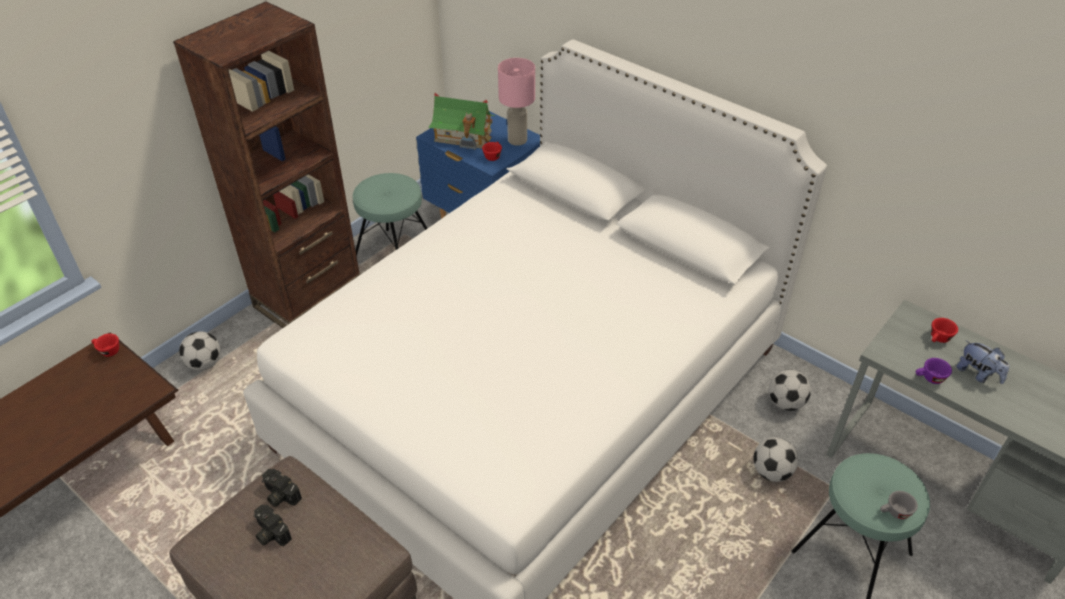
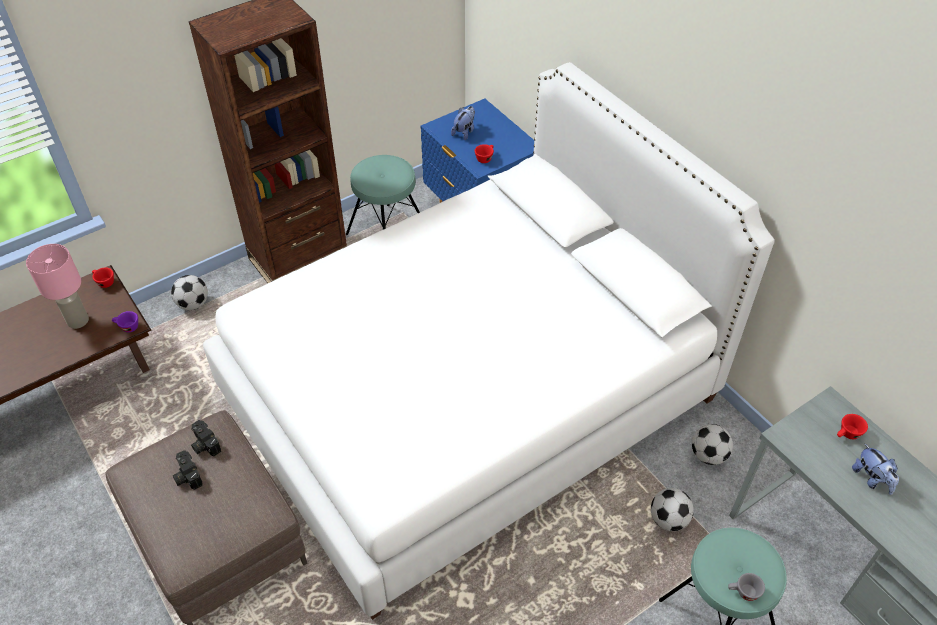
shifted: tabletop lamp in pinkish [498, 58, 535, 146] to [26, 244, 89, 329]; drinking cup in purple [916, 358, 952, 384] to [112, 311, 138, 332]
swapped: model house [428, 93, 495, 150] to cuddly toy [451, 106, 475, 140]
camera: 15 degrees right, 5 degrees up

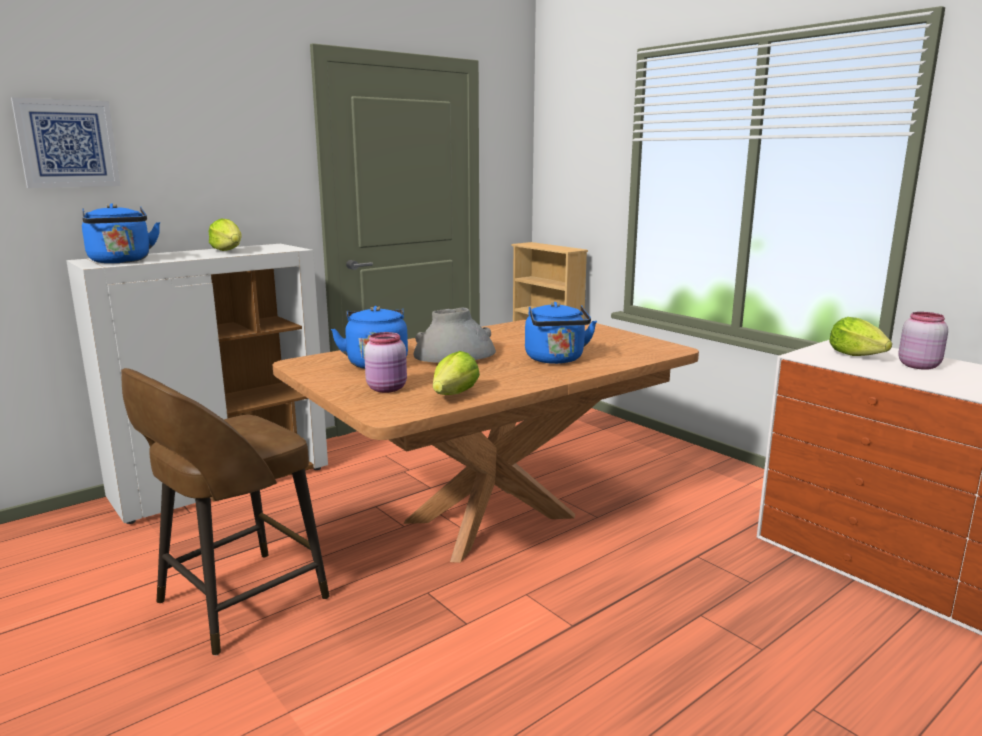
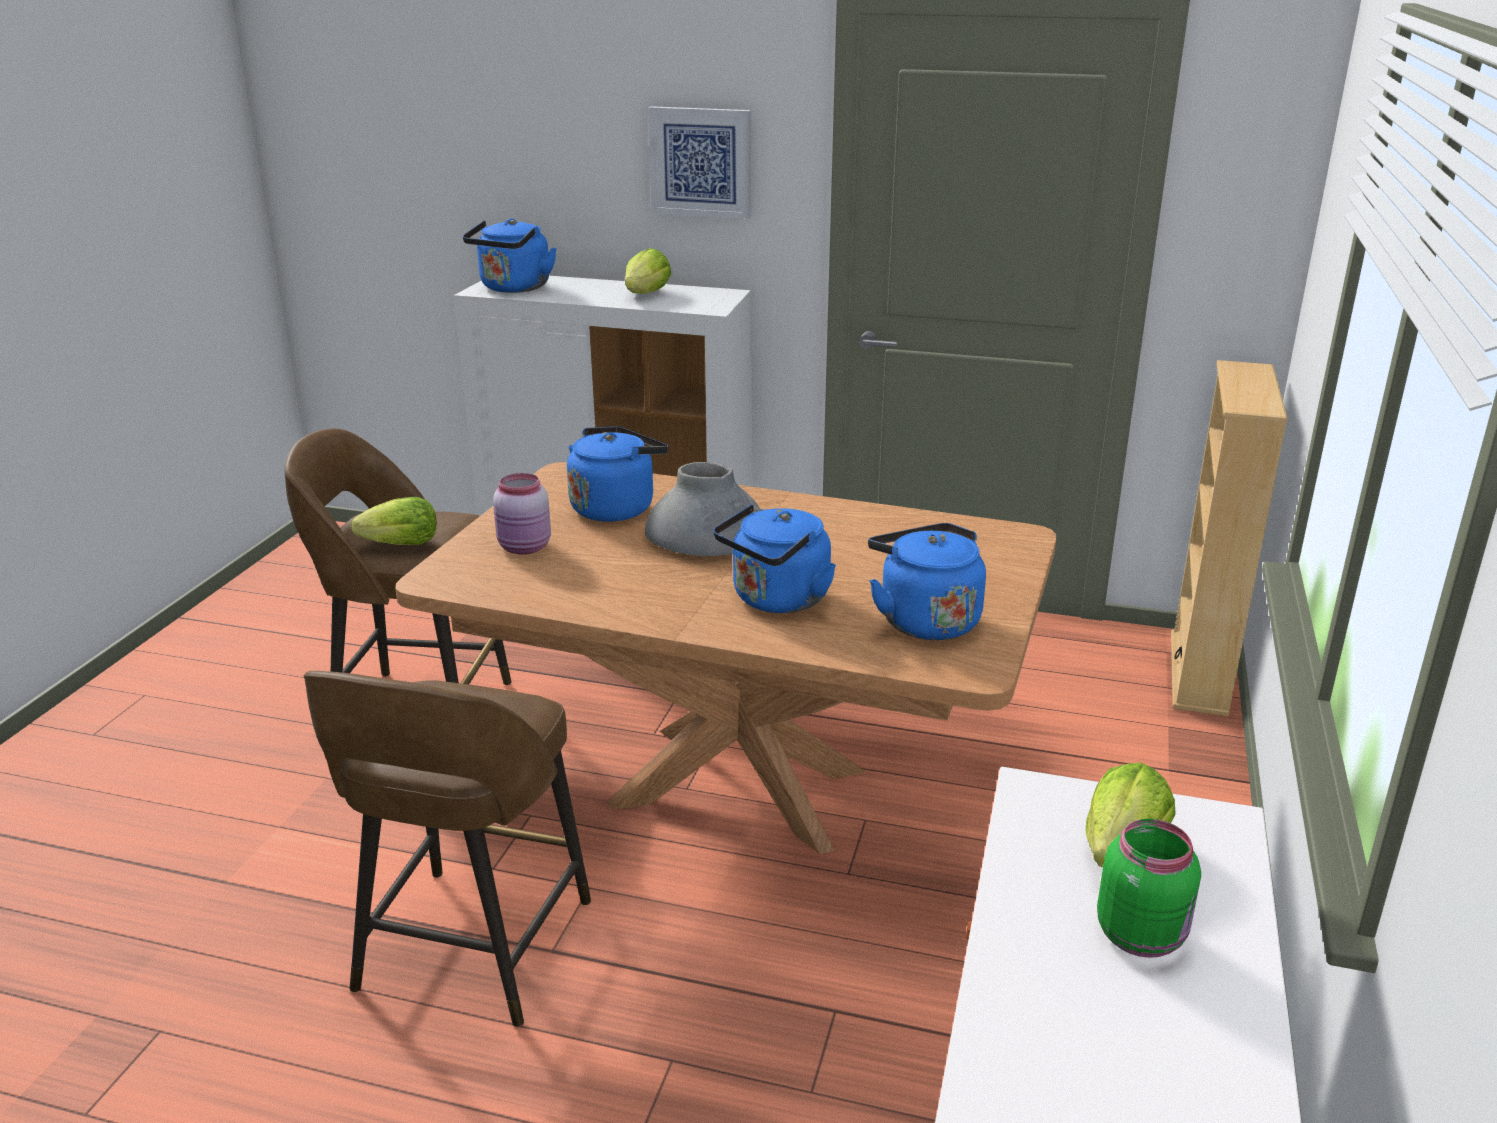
new: sitting stool in brown-coloured [304, 671, 591, 1027]; kettle in bluish [868, 523, 986, 640]
shifted: wall art [11, 97, 121, 188] to [648, 106, 751, 219]; lettuce head [433, 351, 480, 395] to [350, 497, 437, 545]
repainted: preserve jar in pinkish [898, 312, 948, 370] to preserve jar in greenish [1097, 819, 1201, 958]
camera: 55 degrees right, 10 degrees up

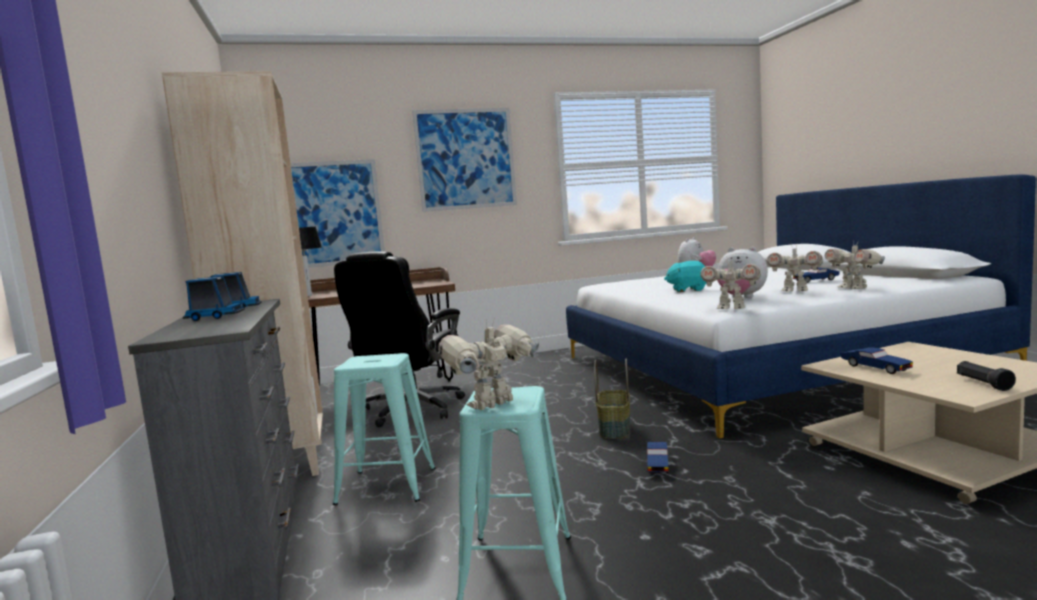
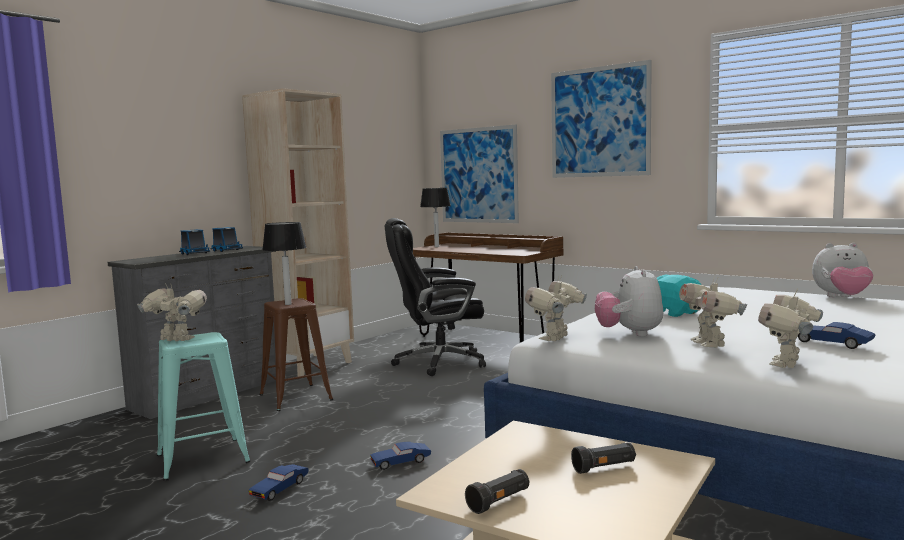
gone: household basket [594, 359, 630, 439]
new: tabletop lamp [262, 222, 307, 305]; hand torch in blackish [571, 442, 636, 474]
shifted: toy car in bluish [840, 347, 913, 374] to [249, 464, 309, 501]
repainted: sitting stool in blue-green [333, 353, 435, 505] to sitting stool in brown-coloured [259, 298, 333, 411]
rotated: model robot [701, 256, 761, 309] = [525, 275, 587, 341] 45 degrees clockwise
camera: 55 degrees right, 0 degrees up

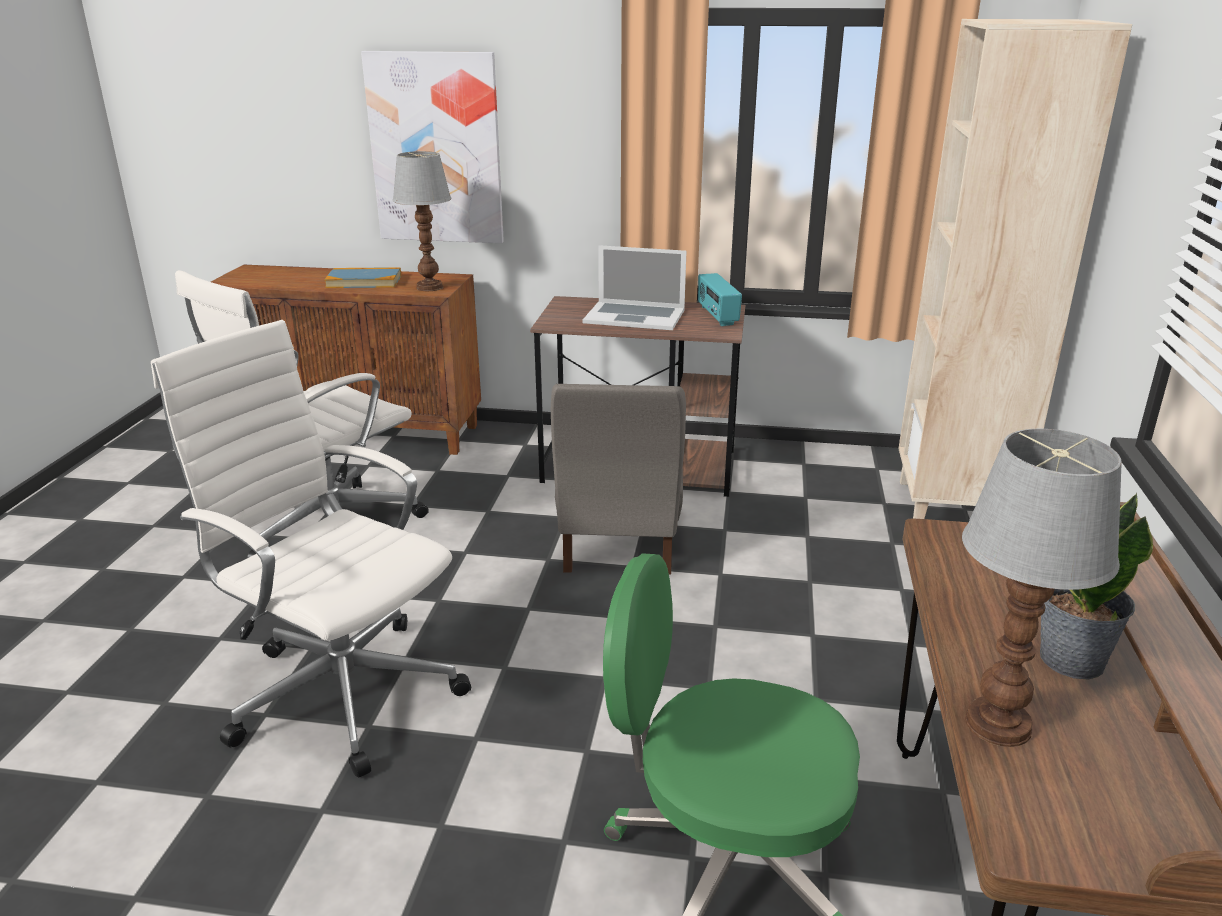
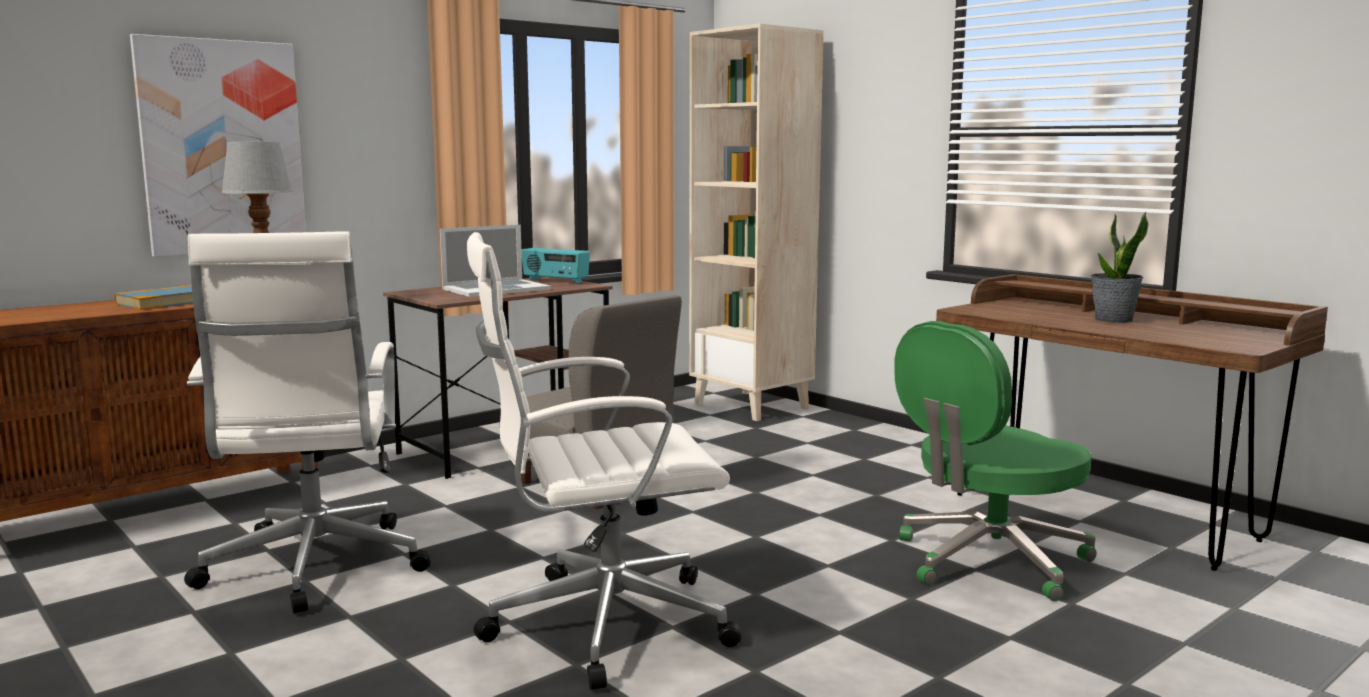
gone: tabletop lamp [962, 428, 1122, 747]
camera: 50 degrees left, 15 degrees down

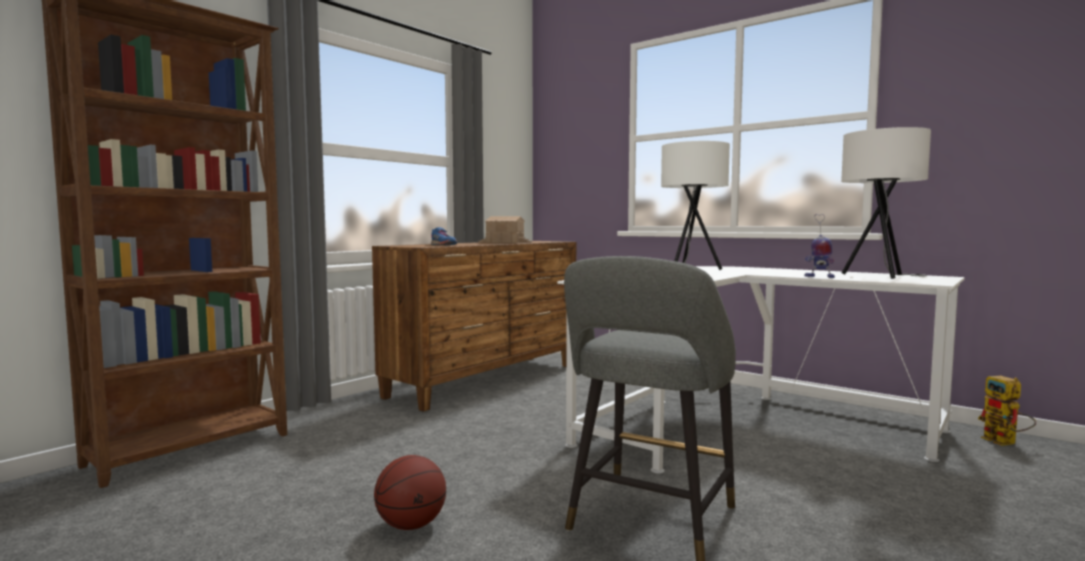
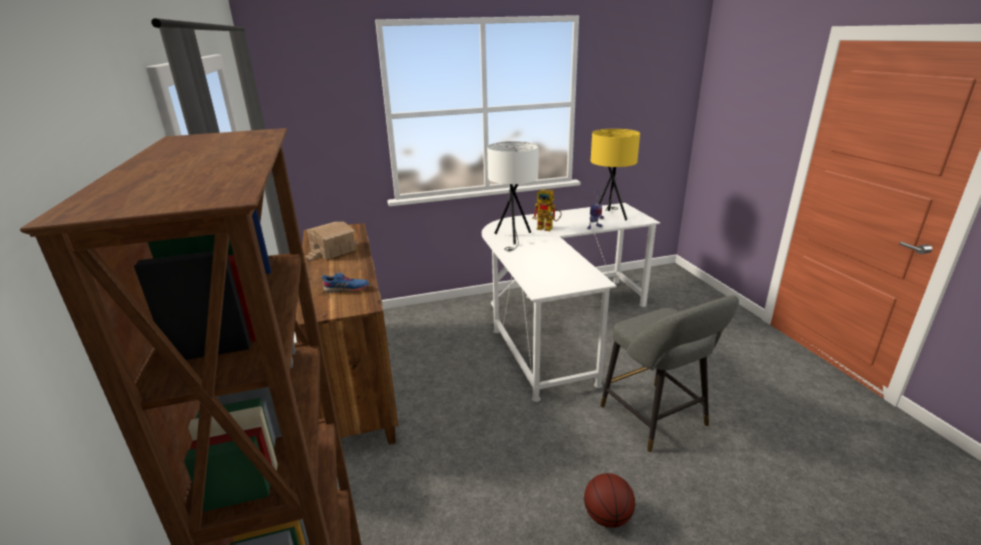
shifted: model robot [978, 376, 1036, 446] to [532, 189, 562, 231]
repainted: tabletop lamp in whitish [841, 127, 931, 279] to tabletop lamp in yellow-coloured [591, 129, 640, 220]
camera: 55 degrees left, 20 degrees up

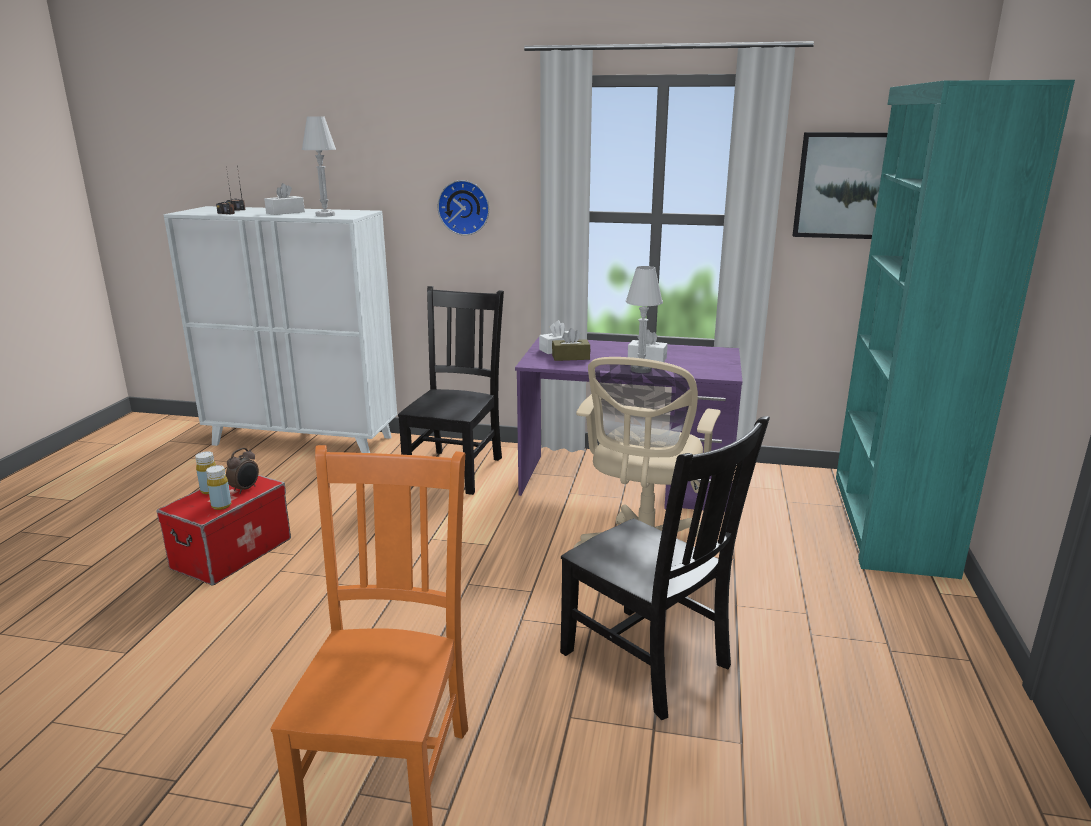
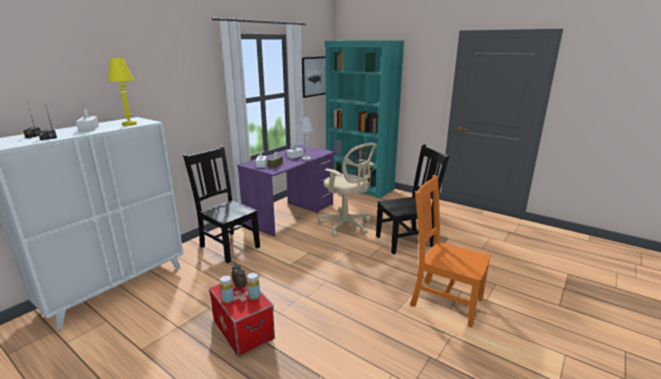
gone: clock on the wall [438, 180, 489, 235]
repainted: tabletop lamp in whitish [302, 116, 336, 217] to tabletop lamp in yellow-coloured [108, 58, 137, 126]
camera: 65 degrees left, 0 degrees up

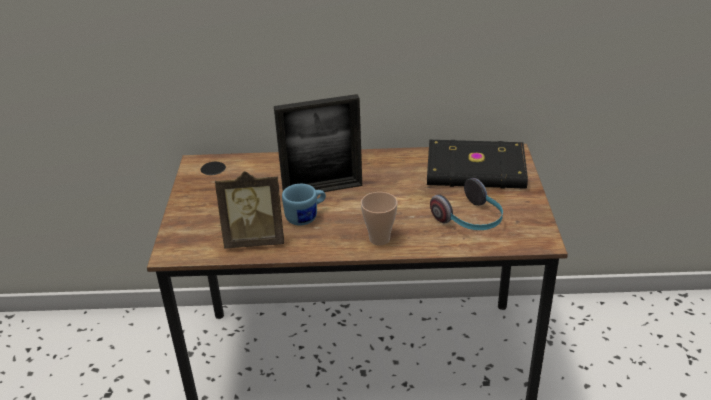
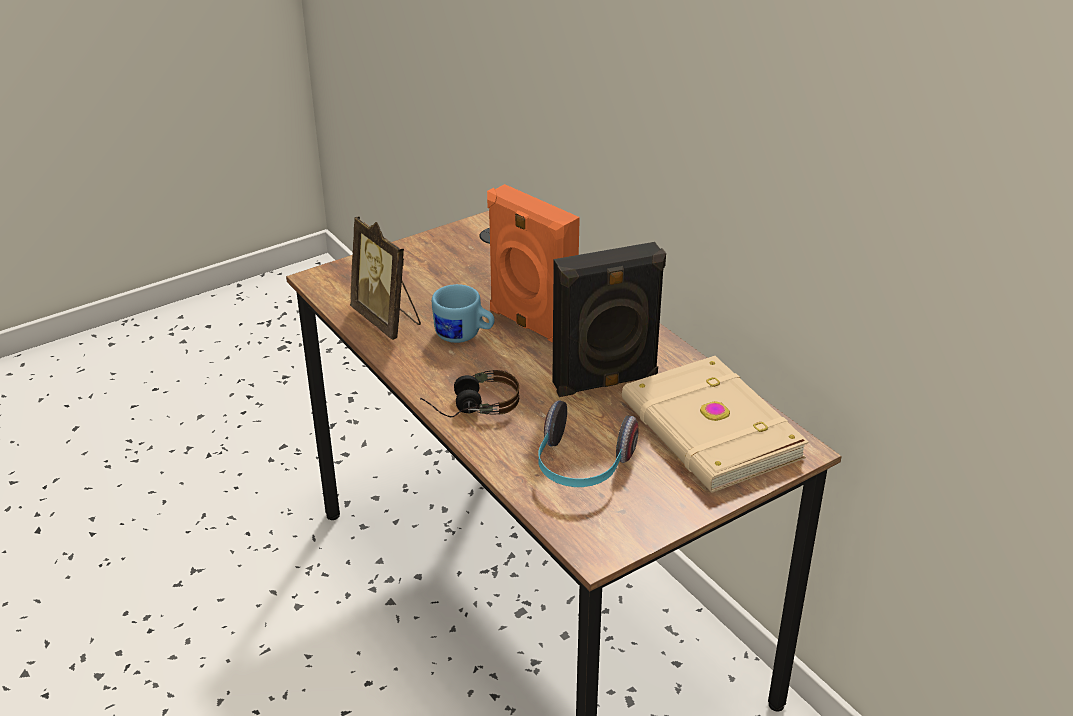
new: audio speaker in blackish [552, 242, 666, 397]
swapped: standing frame [274, 94, 362, 192] to audio speaker in orangey [487, 184, 580, 343]; drinking cup [361, 192, 397, 246] to headset [420, 370, 519, 417]
repainted: bound book in blackish [427, 140, 528, 189] to bound book in sand-coloured [622, 356, 809, 493]
camera: 55 degrees right, 0 degrees up

